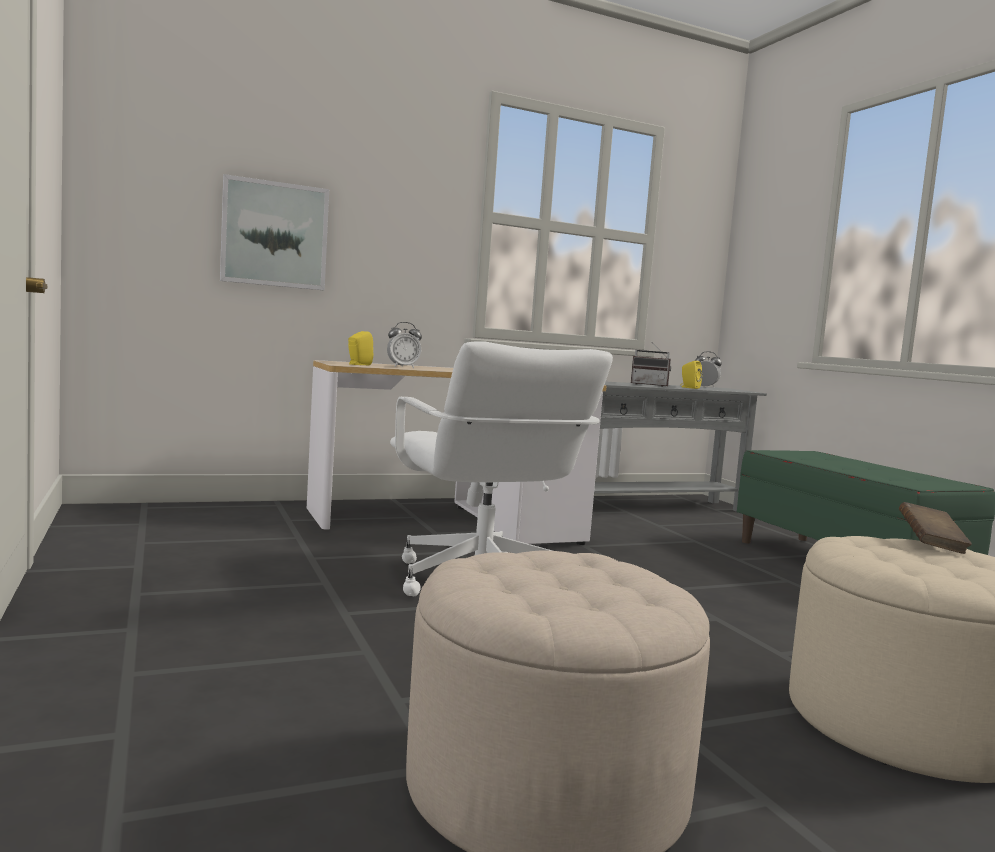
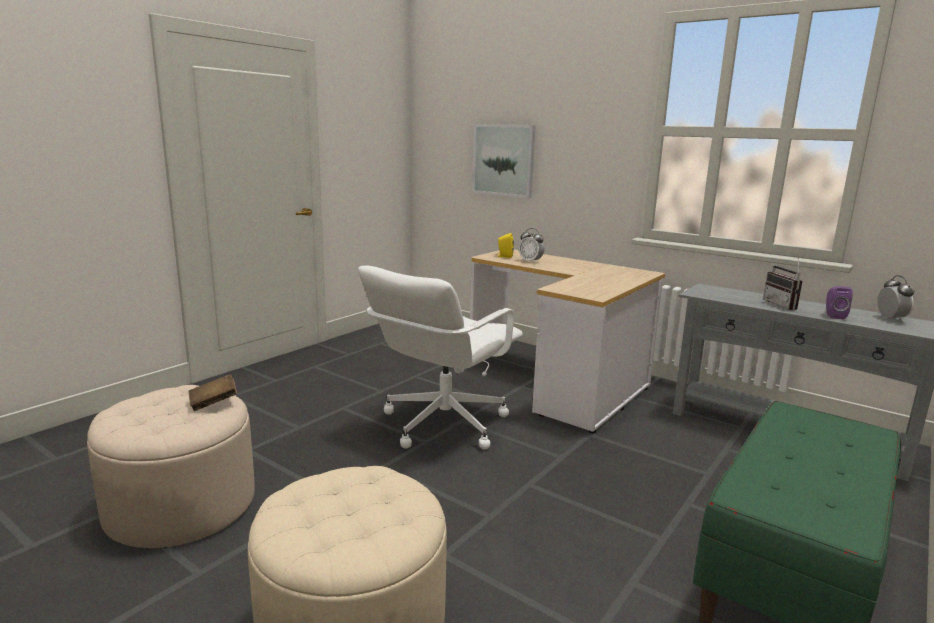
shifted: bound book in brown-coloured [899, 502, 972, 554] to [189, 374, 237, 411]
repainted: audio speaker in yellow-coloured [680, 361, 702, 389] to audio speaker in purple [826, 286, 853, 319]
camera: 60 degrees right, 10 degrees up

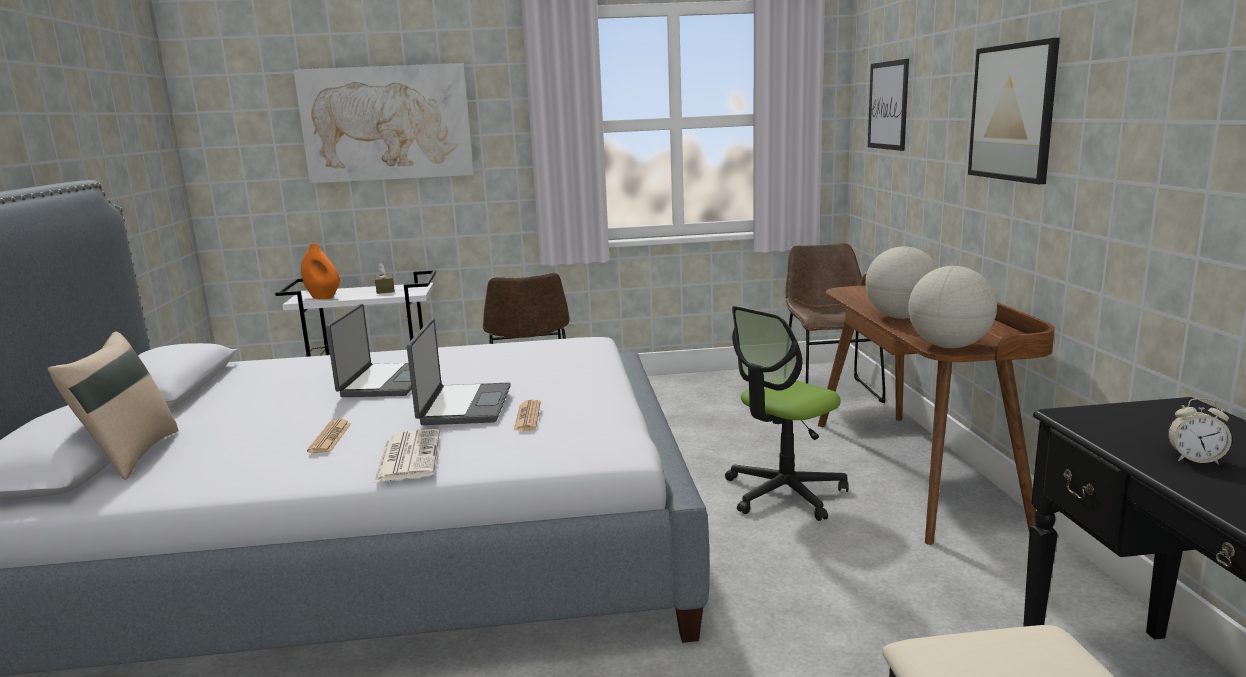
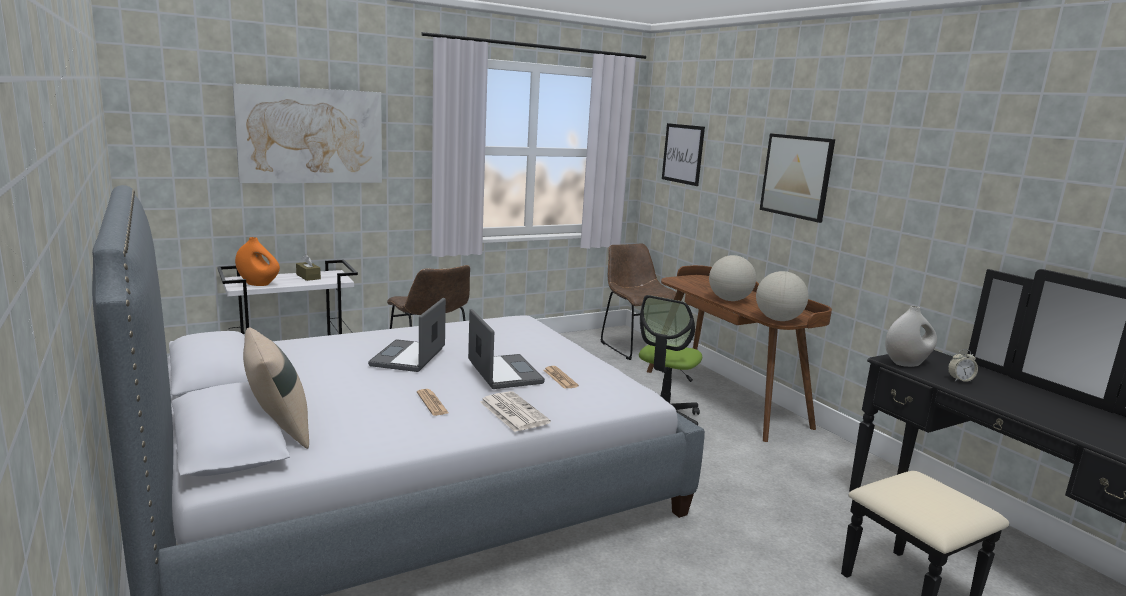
new: vase in whitish [885, 306, 937, 367]
rotated: notebook computer [326, 304, 412, 397] = [368, 298, 446, 372] 150 degrees counterclockwise
camera: 25 degrees left, 0 degrees up

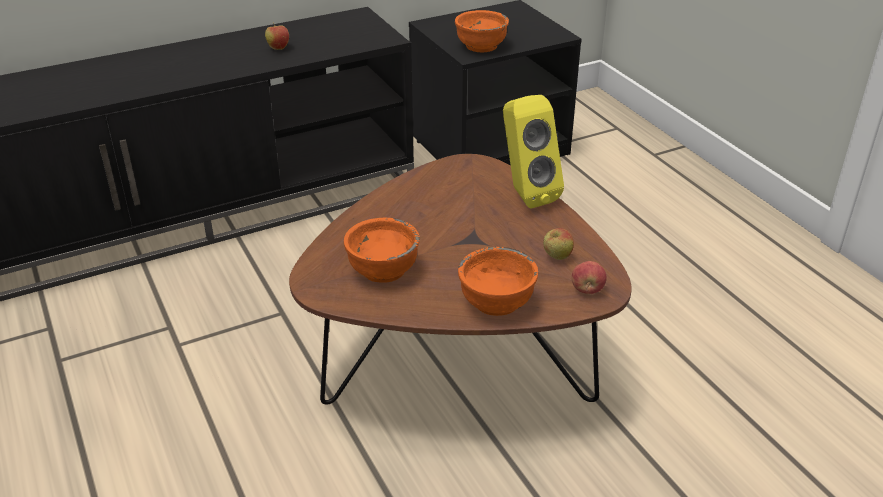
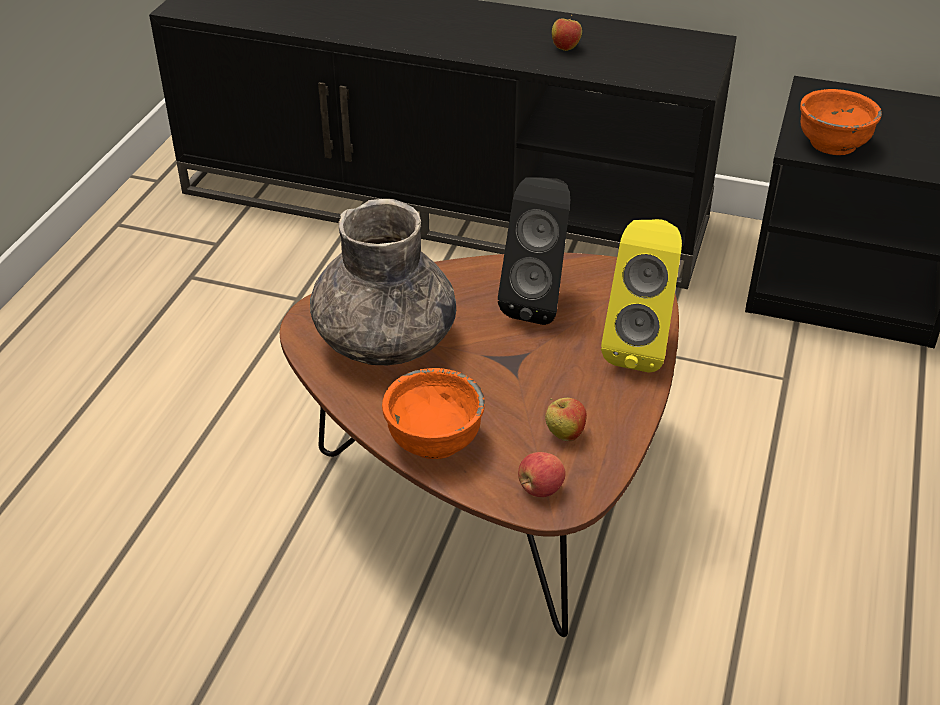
new: audio speaker in blackish [498, 177, 571, 325]
swapped: serving bowl in orangey [344, 218, 420, 283] to vase in gray [310, 199, 456, 365]
camera: 45 degrees right, 5 degrees up

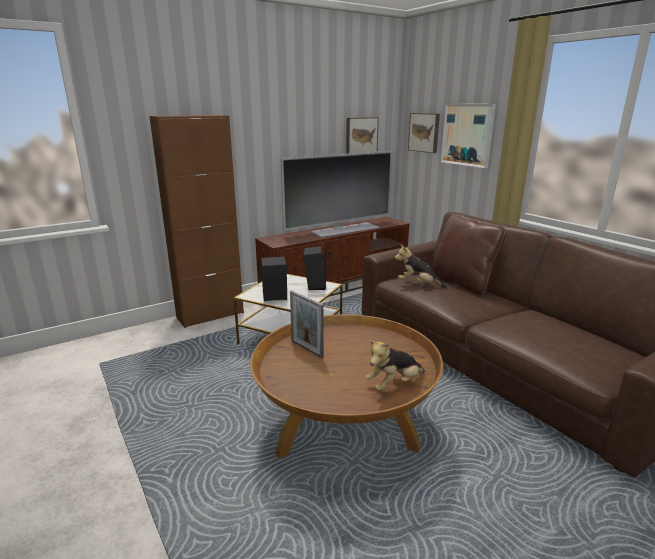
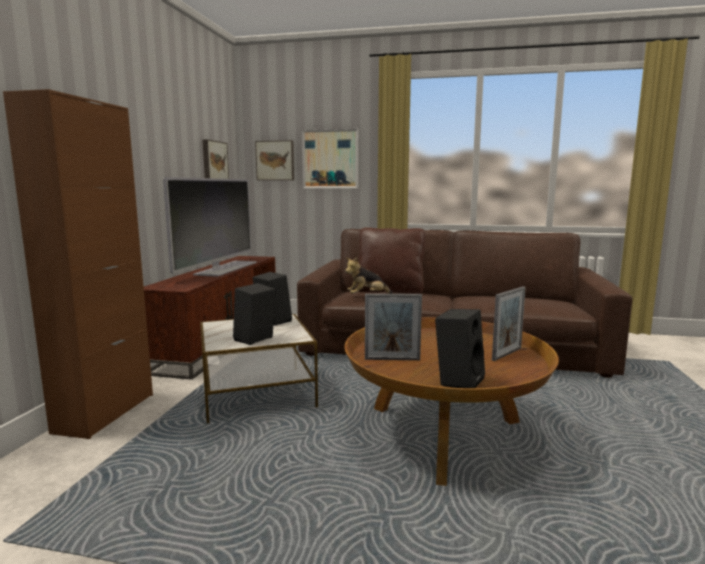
new: audio speaker in blackish [435, 309, 485, 388]
swapped: cuddly toy [366, 340, 425, 391] to standing frame [492, 286, 526, 361]
camera: 45 degrees left, 10 degrees down

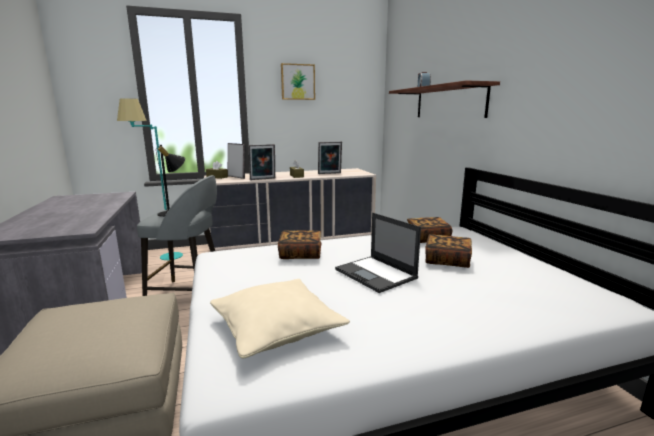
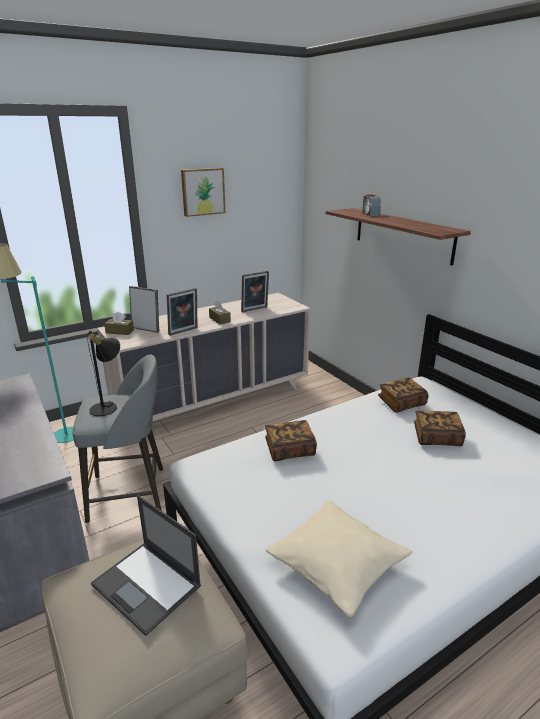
shifted: notebook computer [335, 213, 421, 293] to [91, 495, 201, 636]
camera: 15 degrees left, 10 degrees up

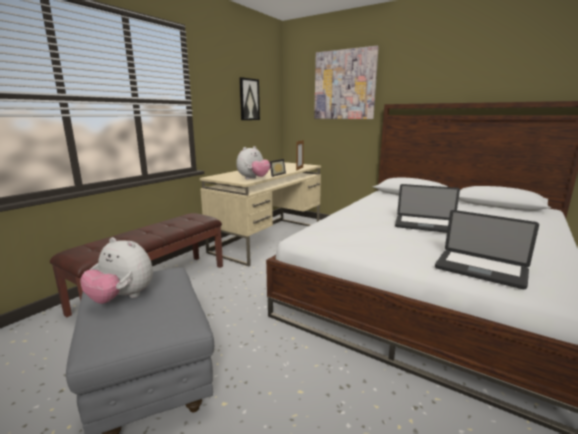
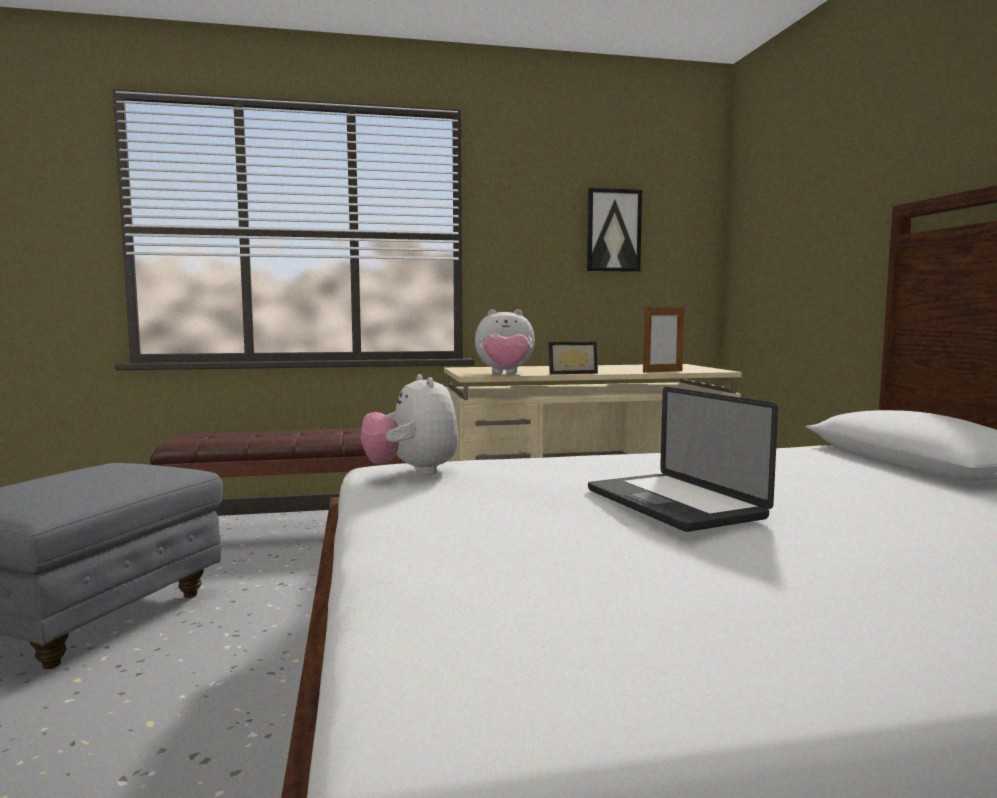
gone: wall art [314, 46, 379, 119]; notebook computer [435, 210, 539, 289]
shifted: cuddly toy [80, 237, 153, 304] to [361, 374, 459, 475]
camera: 45 degrees right, 10 degrees down

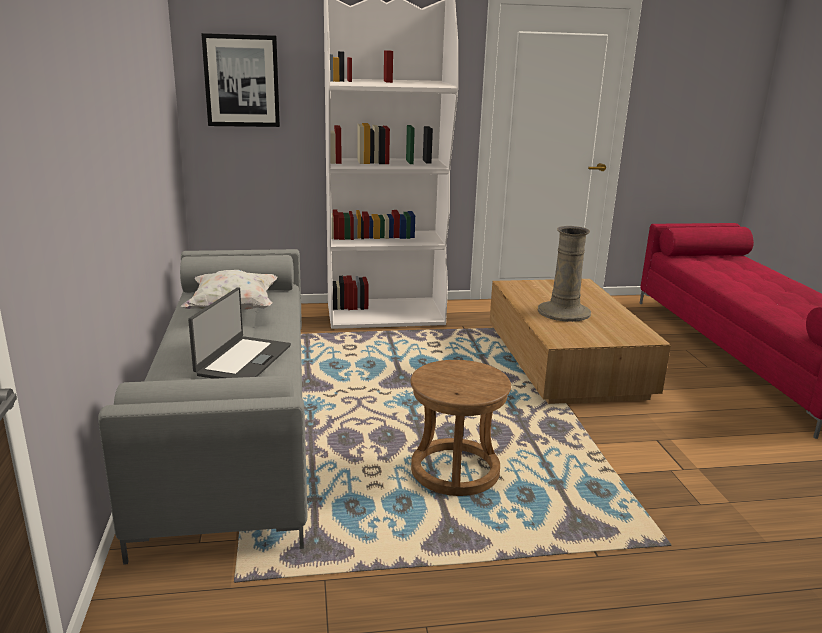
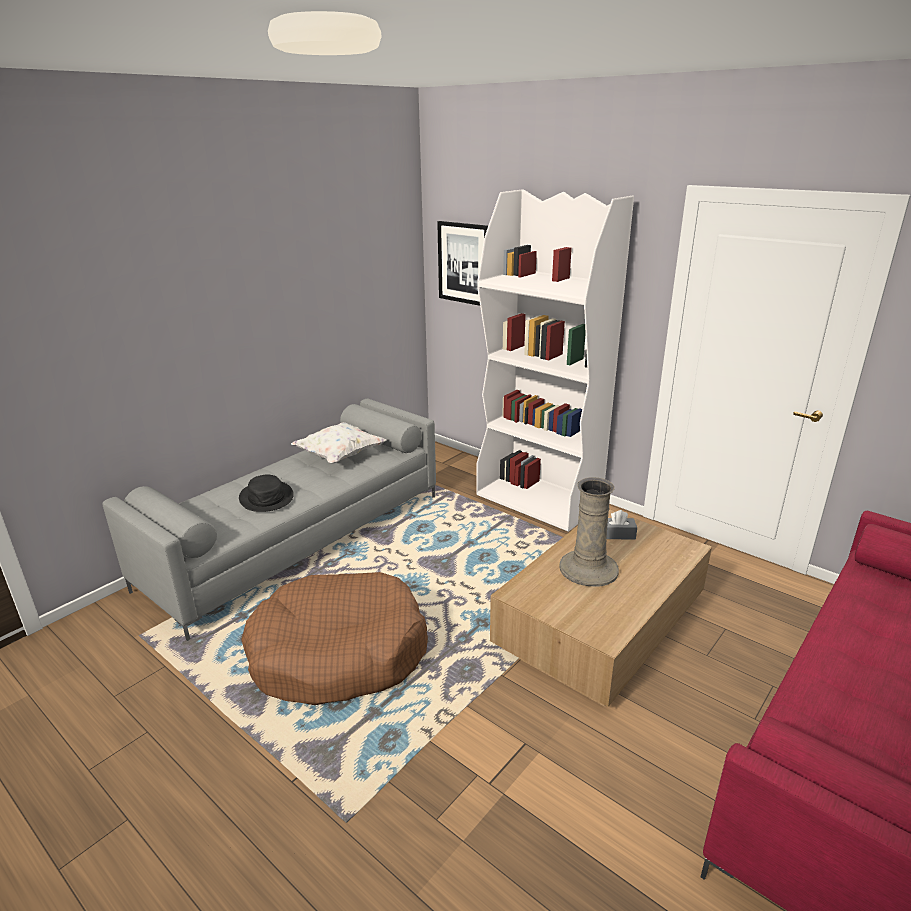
new: tissue box in gray [607, 510, 637, 540]
swapped: notebook computer [188, 287, 291, 379] to hat in blackish [239, 474, 294, 512]; sitting stool in brown-coloured [410, 360, 511, 496] to dog bed in brown-coloured [241, 572, 428, 705]
camera: 50 degrees right, 5 degrees up

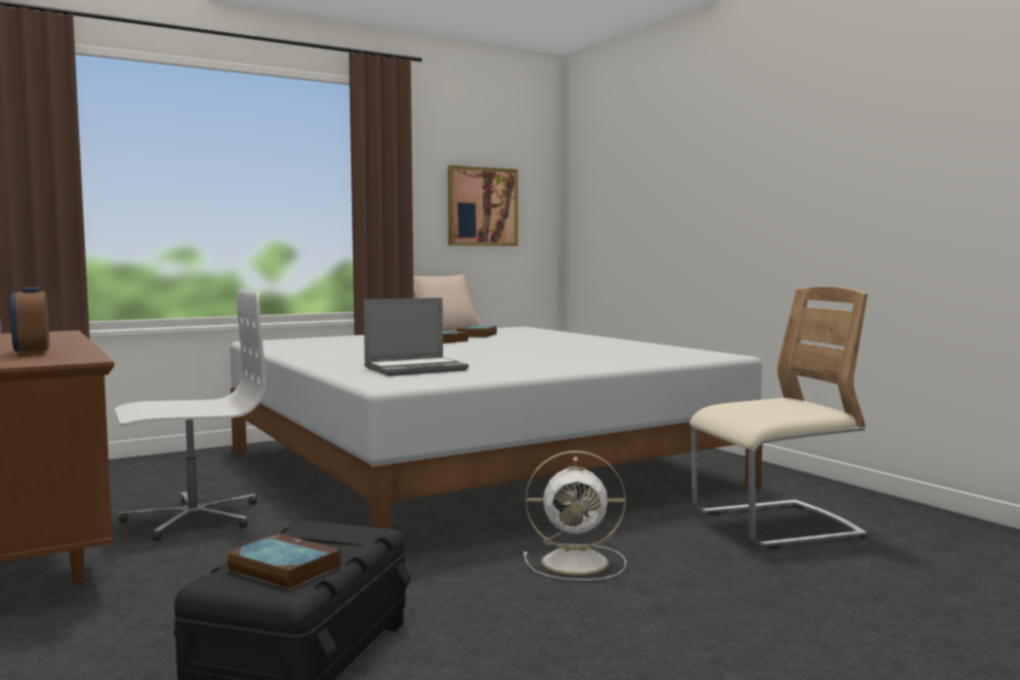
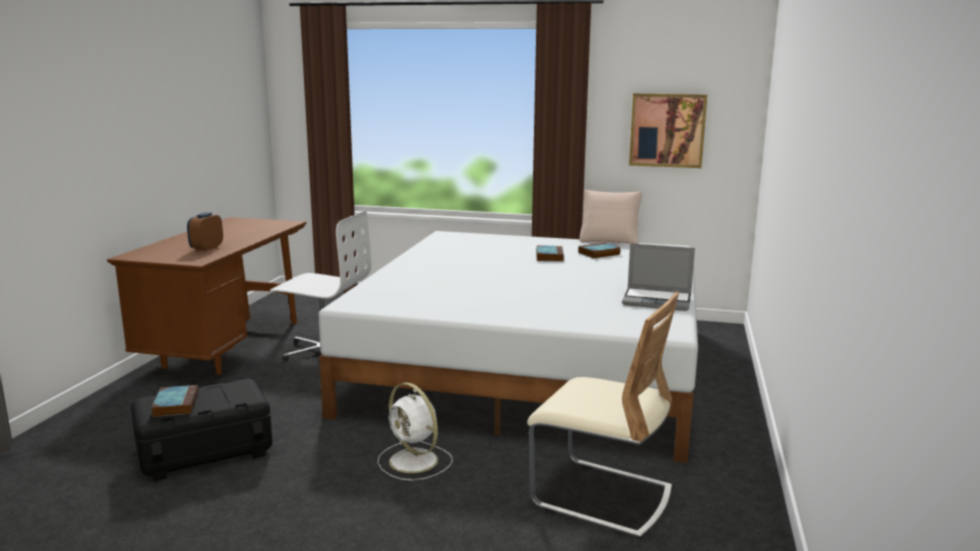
shifted: notebook computer [364, 298, 469, 376] to [622, 243, 695, 311]
camera: 45 degrees right, 10 degrees up

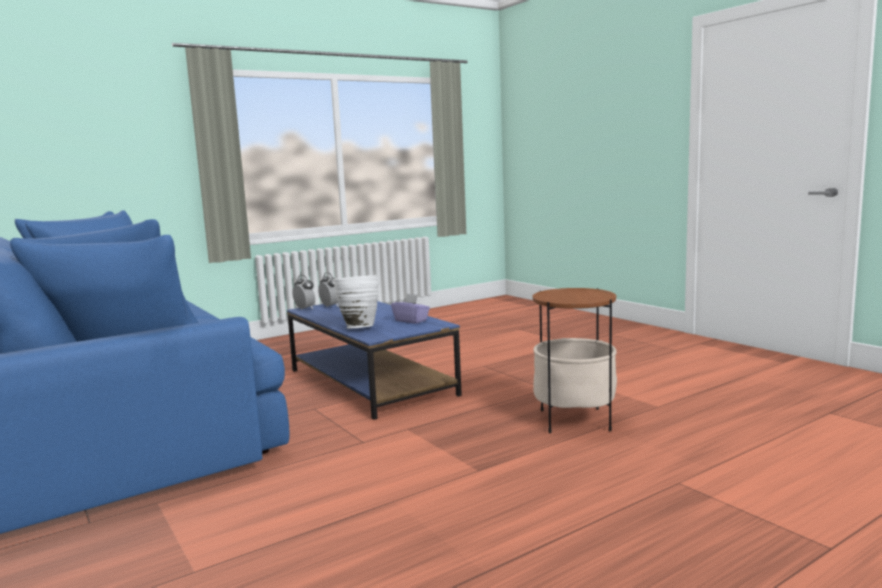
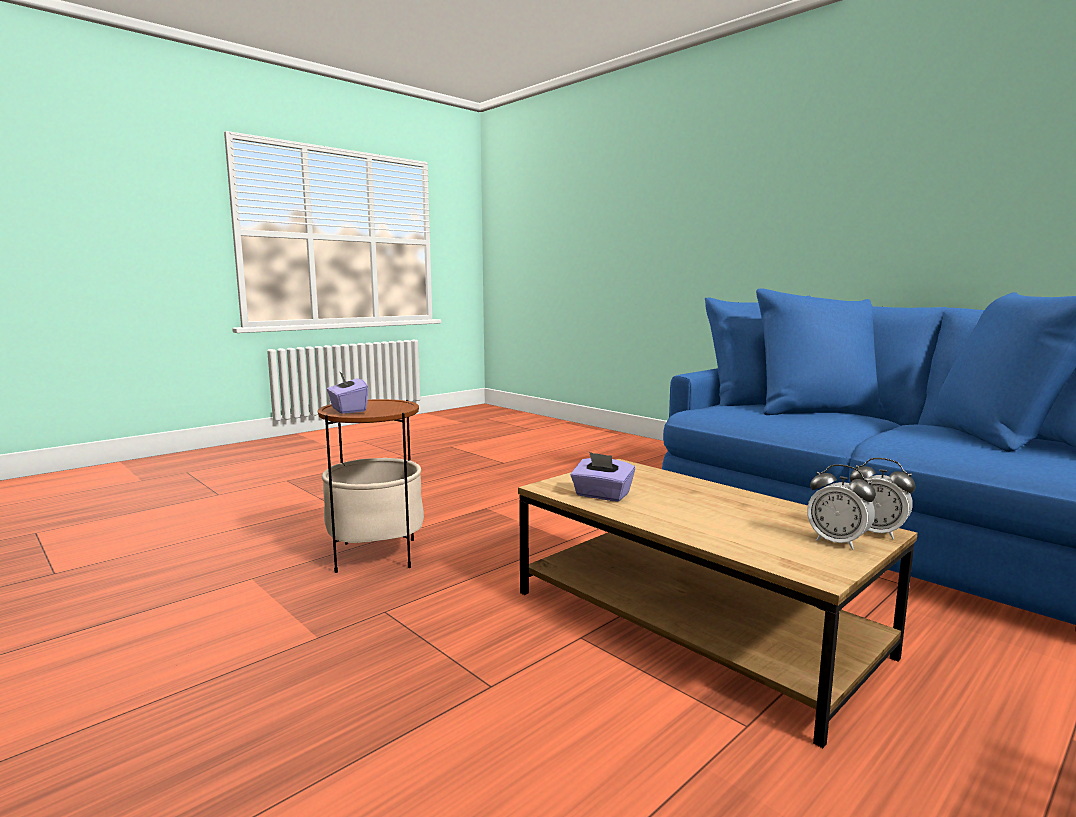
gone: vase in whitish [333, 275, 378, 329]
new: tissue box in purple [327, 371, 368, 414]
repainted: low table in bluish [287, 301, 462, 420] to low table in brown-coloured [518, 459, 917, 748]
camera: 170 degrees right, 0 degrees up

